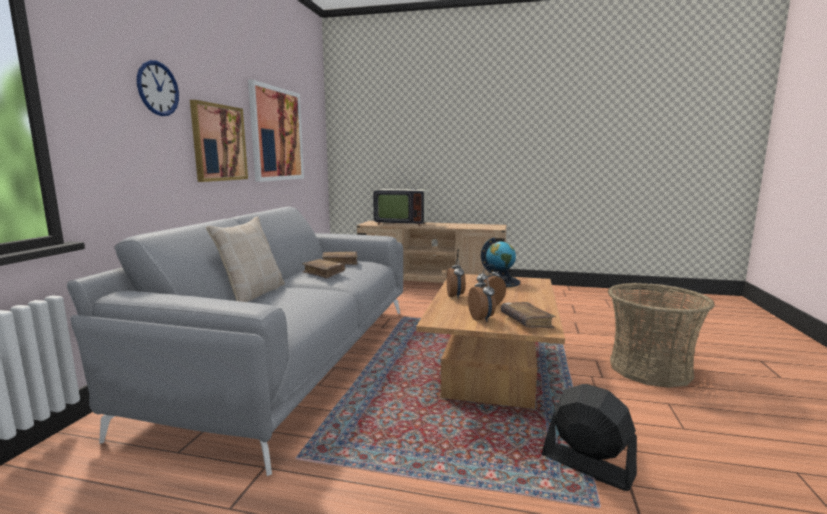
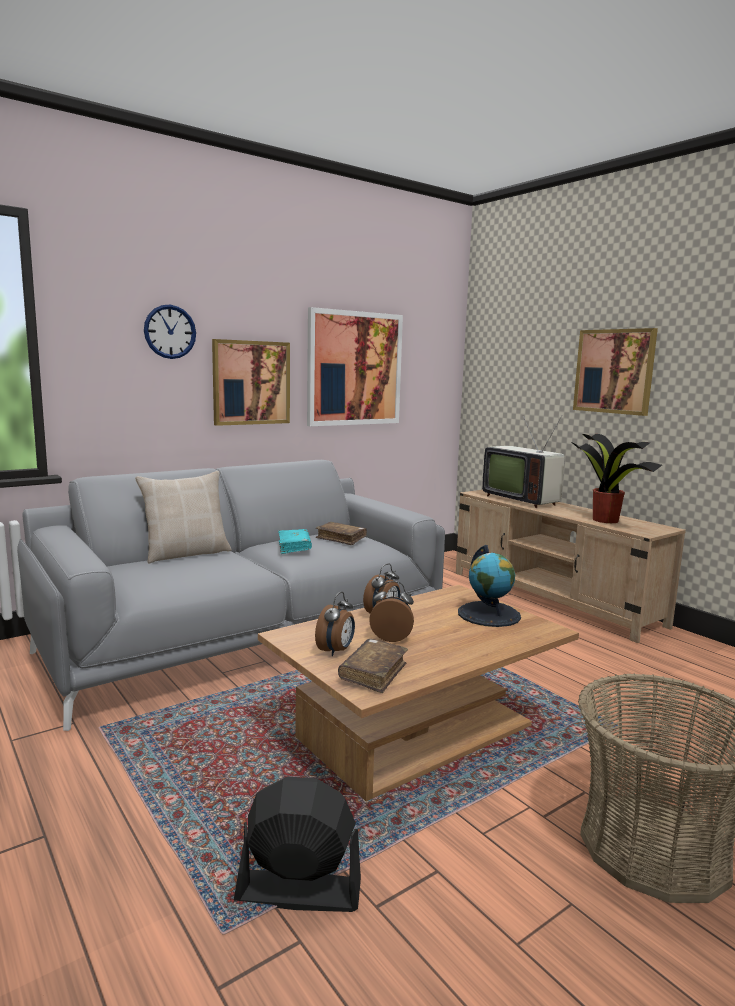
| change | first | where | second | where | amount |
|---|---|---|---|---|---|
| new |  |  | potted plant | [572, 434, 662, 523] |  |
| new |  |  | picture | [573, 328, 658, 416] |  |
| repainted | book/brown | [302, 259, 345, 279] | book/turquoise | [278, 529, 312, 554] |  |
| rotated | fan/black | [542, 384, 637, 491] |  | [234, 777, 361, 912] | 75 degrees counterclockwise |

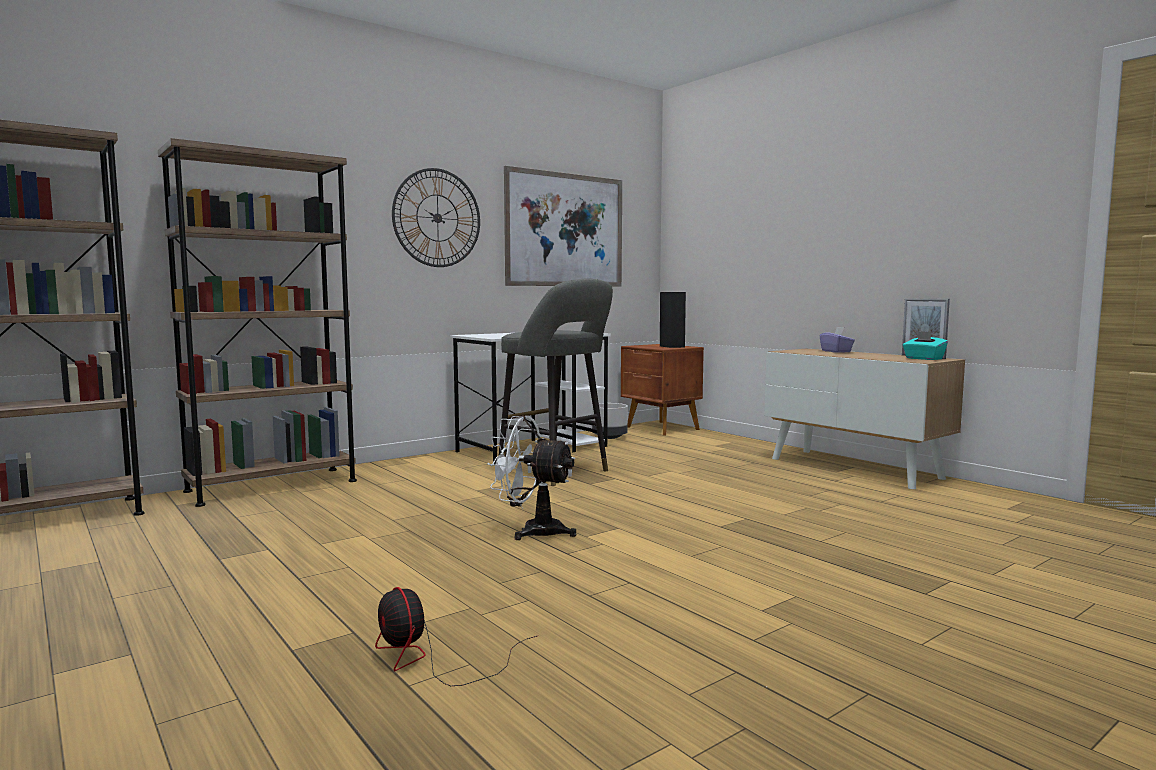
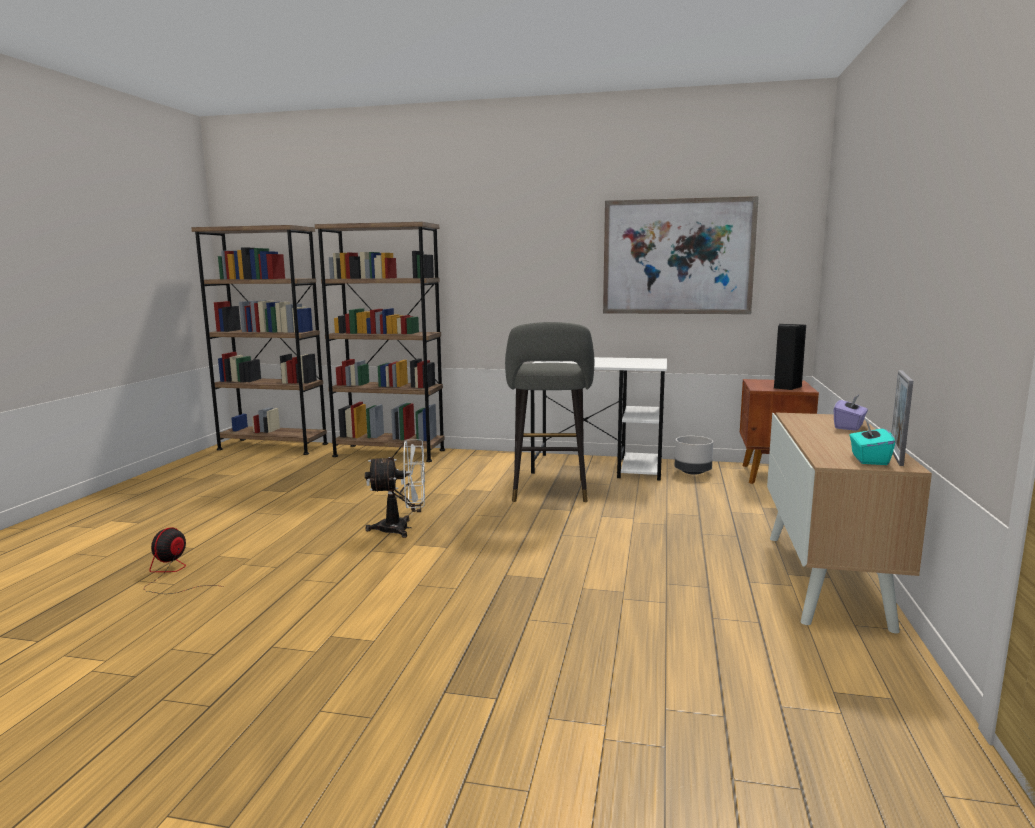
| change | first | where | second | where | amount |
|---|---|---|---|---|---|
| gone | wall clock | [392, 168, 480, 267] |  |  |  |
| rotated | fan/white | [487, 416, 576, 540] |  | [365, 439, 425, 538] | 105 degrees clockwise |

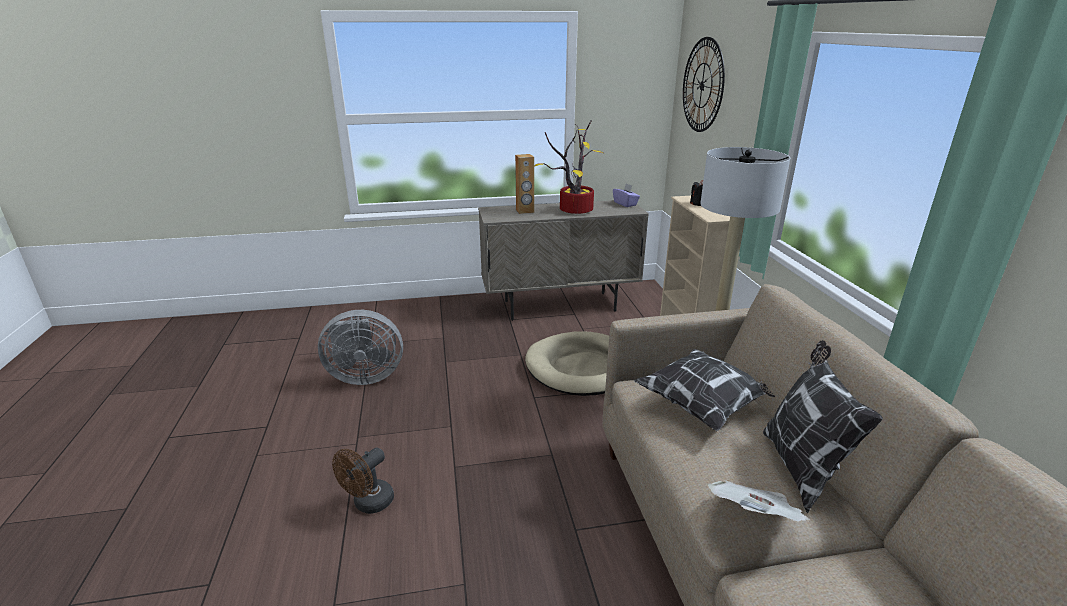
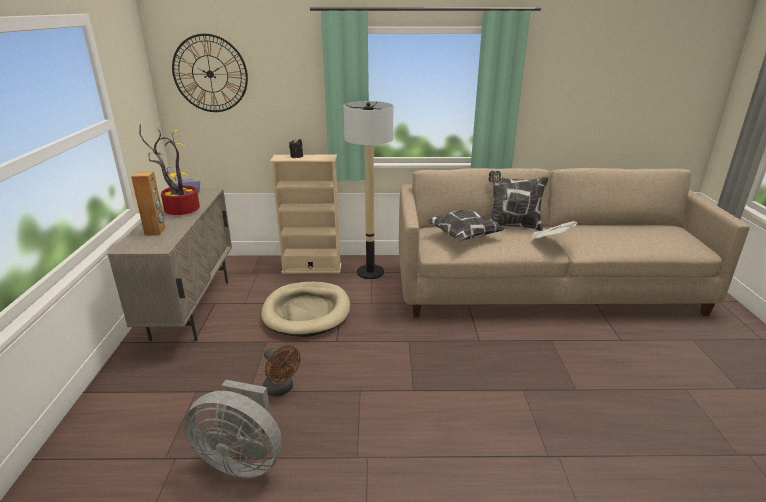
| change | first | where | second | where | amount |
|---|---|---|---|---|---|
| shifted | fan/brown | [332, 447, 394, 514] |  | [263, 345, 300, 397] |  |
| rotated | fan/grey | [318, 310, 403, 385] |  | [184, 380, 282, 478] | 105 degrees clockwise |

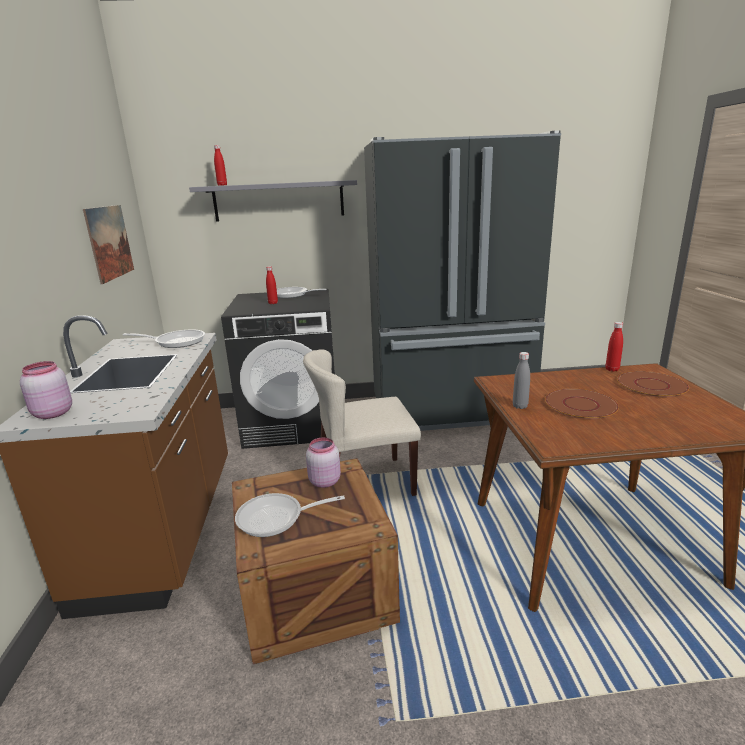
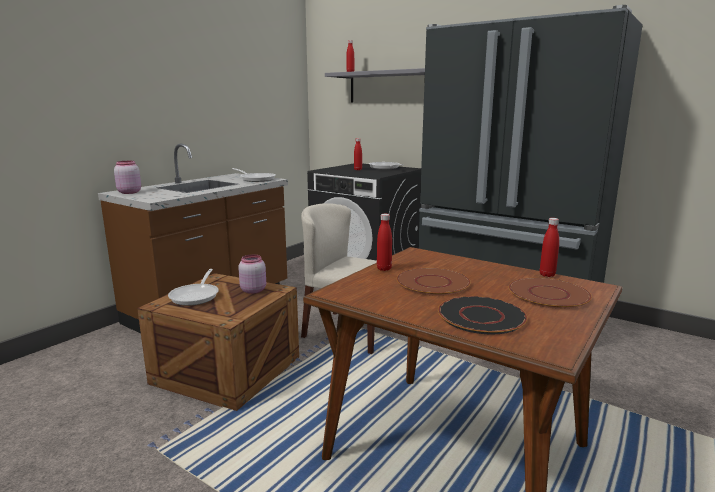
| change | first | where | second | where | amount |
|---|---|---|---|---|---|
| gone | picture | [83, 205, 134, 284] |  |  |  |
| new |  |  | plate/black | [438, 296, 528, 334] |  |
| repainted | bottle/grey | [513, 352, 530, 409] | bottle/red | [377, 214, 392, 271] |  |
| rotated | frying pan | [235, 493, 345, 537] |  | [168, 269, 219, 306] | 120 degrees counterclockwise |

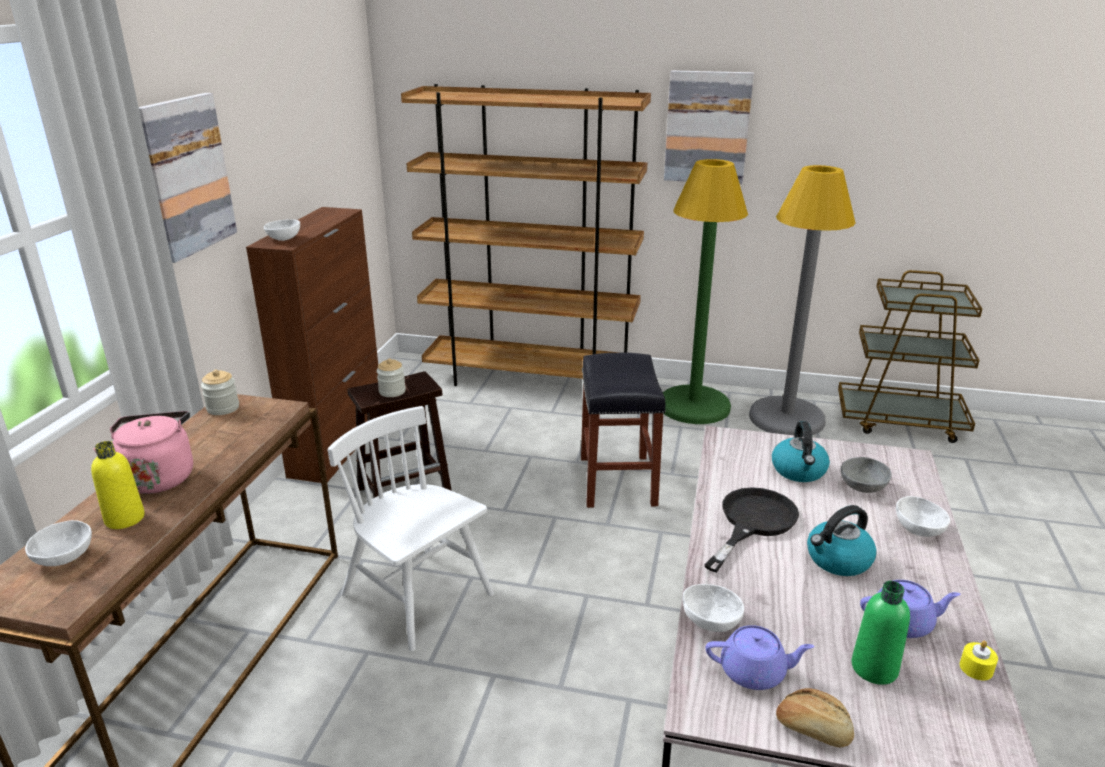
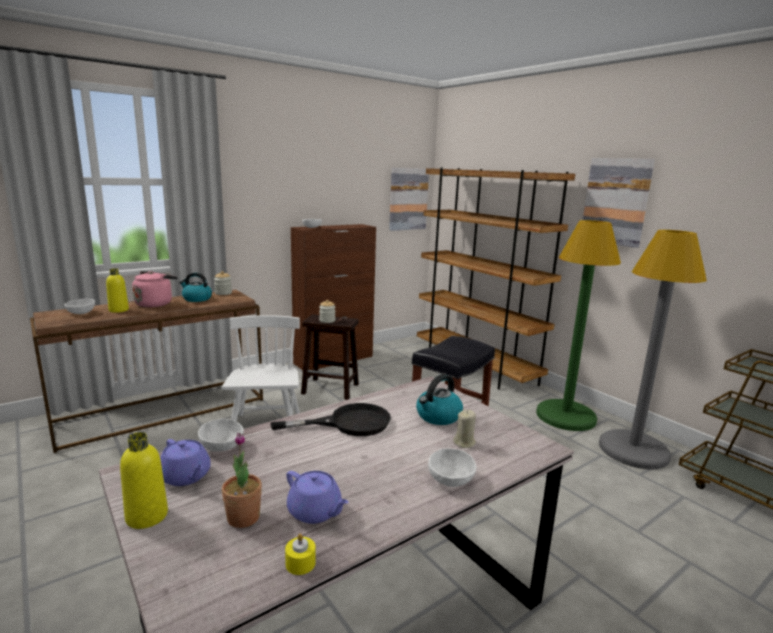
| change | first | where | second | where | amount |
|---|---|---|---|---|---|
| shifted | picture | [139, 93, 237, 263] |  | [389, 168, 429, 231] |  |
| shifted | kettle | [807, 505, 877, 576] |  | [179, 273, 212, 302] |  |
| swapped | bread | [776, 688, 854, 747] | bottle/yellow | [120, 432, 168, 529] |  |
| swapped | bowl/grey | [841, 457, 892, 493] | candle/beige | [453, 410, 476, 448] |  |
| swapped | bottle/green | [852, 581, 910, 685] | potted plant | [222, 433, 262, 528] |  |

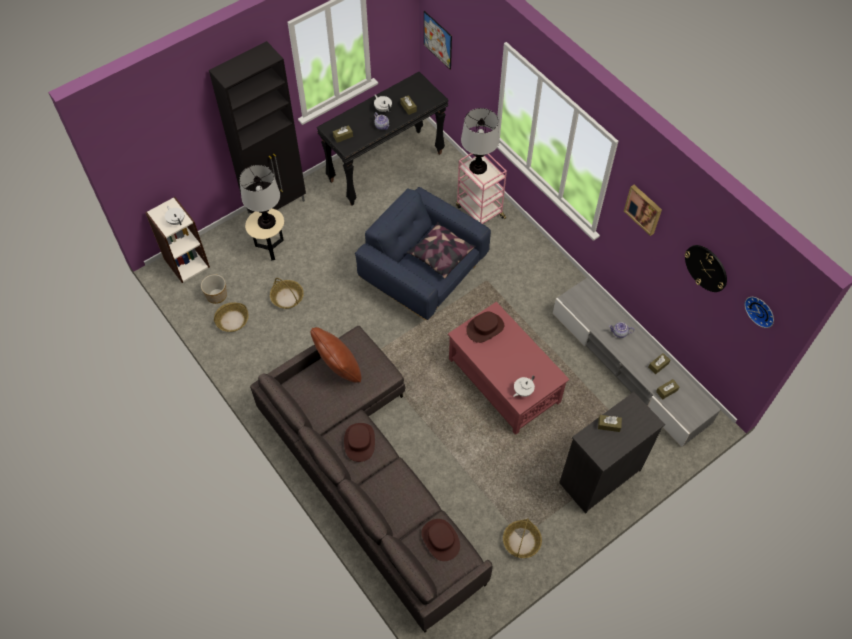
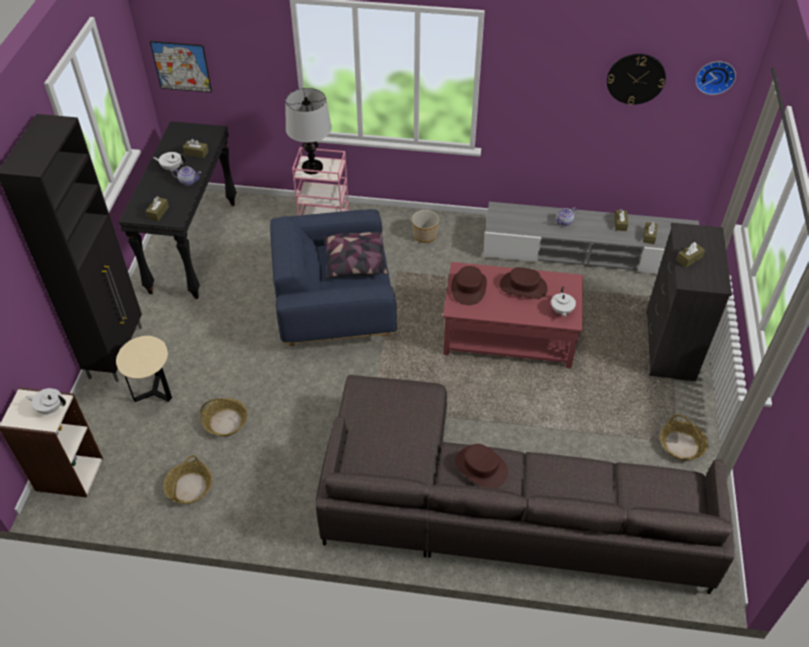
| change | first | where | second | where | amount |
|---|---|---|---|---|---|
| gone | table lamp | [239, 165, 280, 229] |  |  |  |
| gone | pillow/brown | [310, 327, 362, 383] |  |  |  |
| gone | picture | [624, 185, 662, 236] |  |  |  |
| shifted | planter | [201, 275, 227, 304] |  | [412, 210, 439, 243] |  |
| shifted | hat/brown | [421, 519, 460, 561] |  | [500, 267, 548, 299] |  |

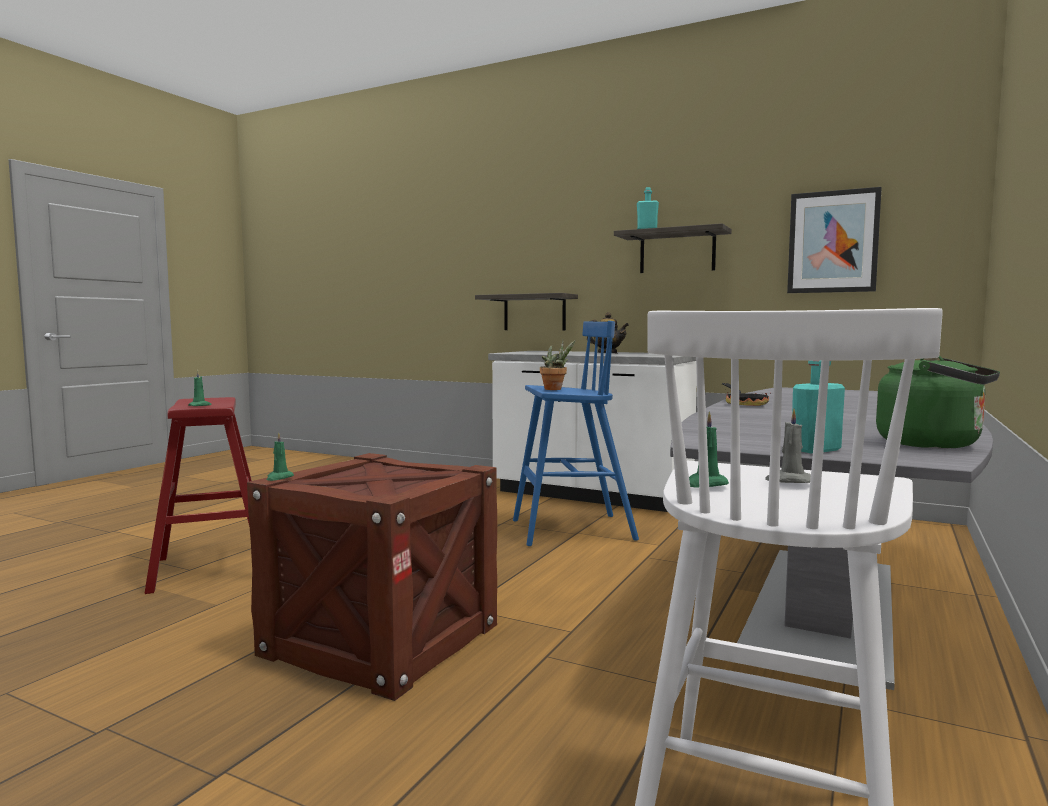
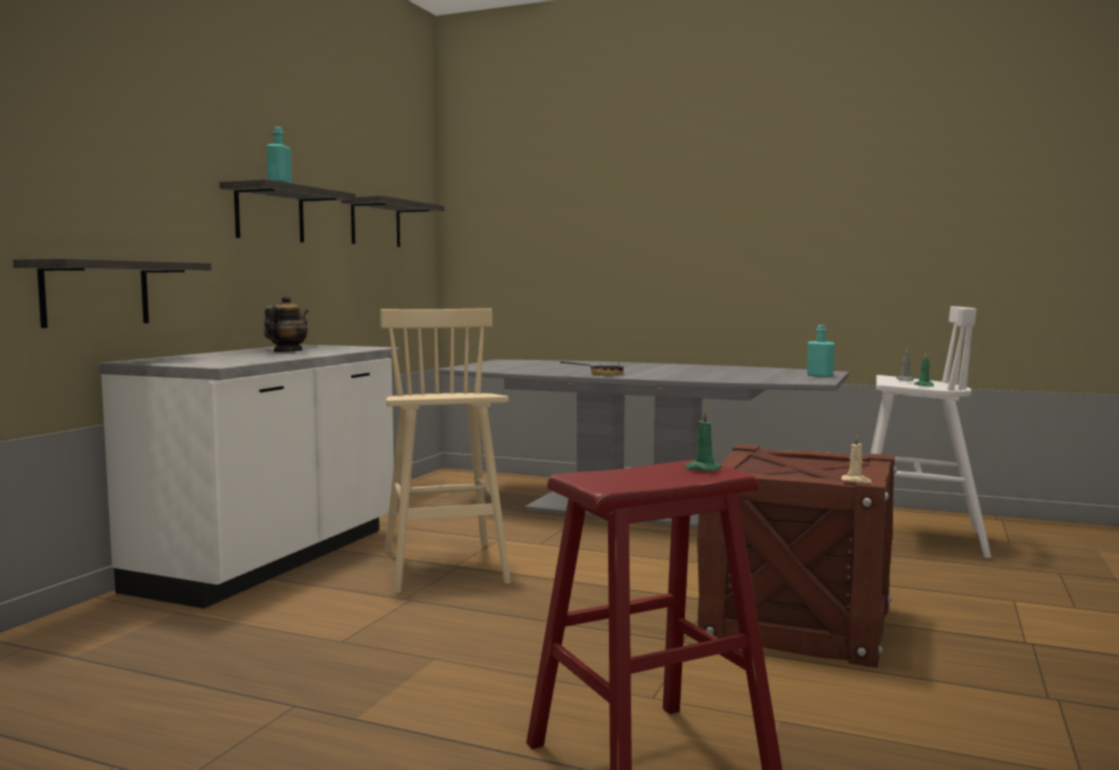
| change | first | where | second | where | amount |
|---|---|---|---|---|---|
| gone | potted plant | [540, 340, 576, 390] |  |  |  |
| gone | kettle/green | [876, 355, 1000, 449] |  |  |  |
| swapped | picture | [787, 187, 882, 293] | shelf | [341, 196, 444, 247] |  |
| repainted | candle/green | [267, 432, 294, 481] | candle/beige | [841, 435, 872, 483] |  |
| repainted | stool/blue | [513, 321, 639, 546] | stool/beige | [380, 308, 511, 593] |  |

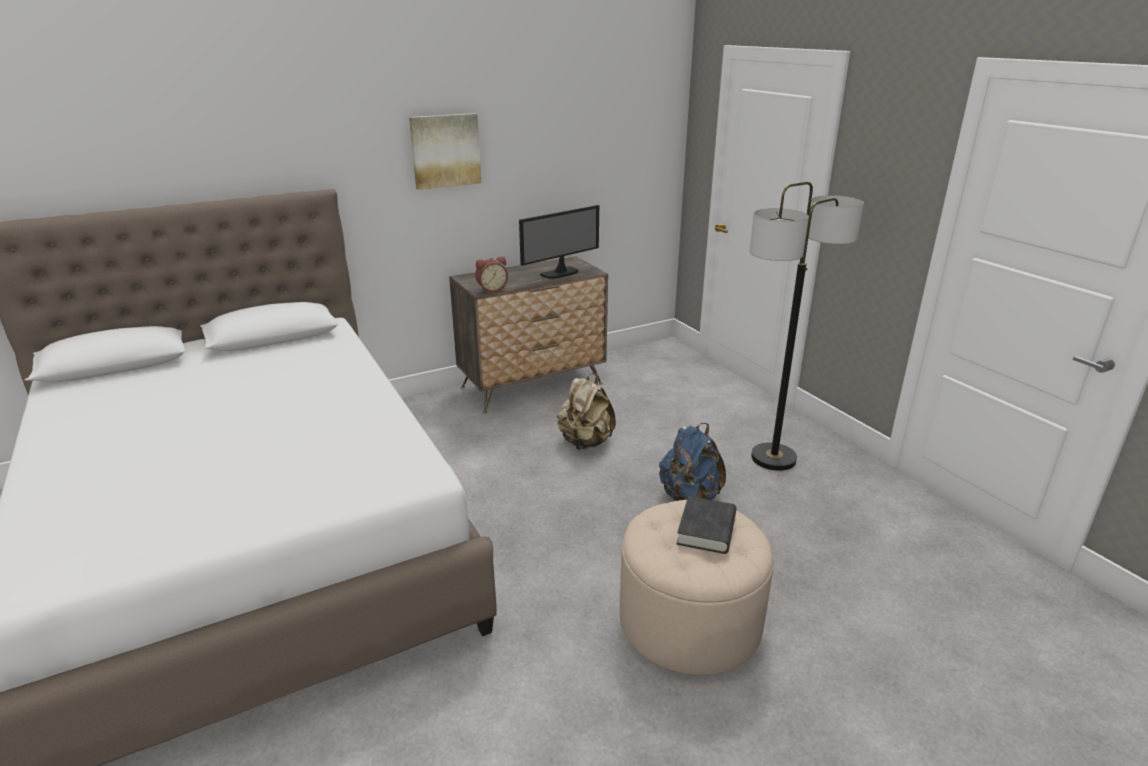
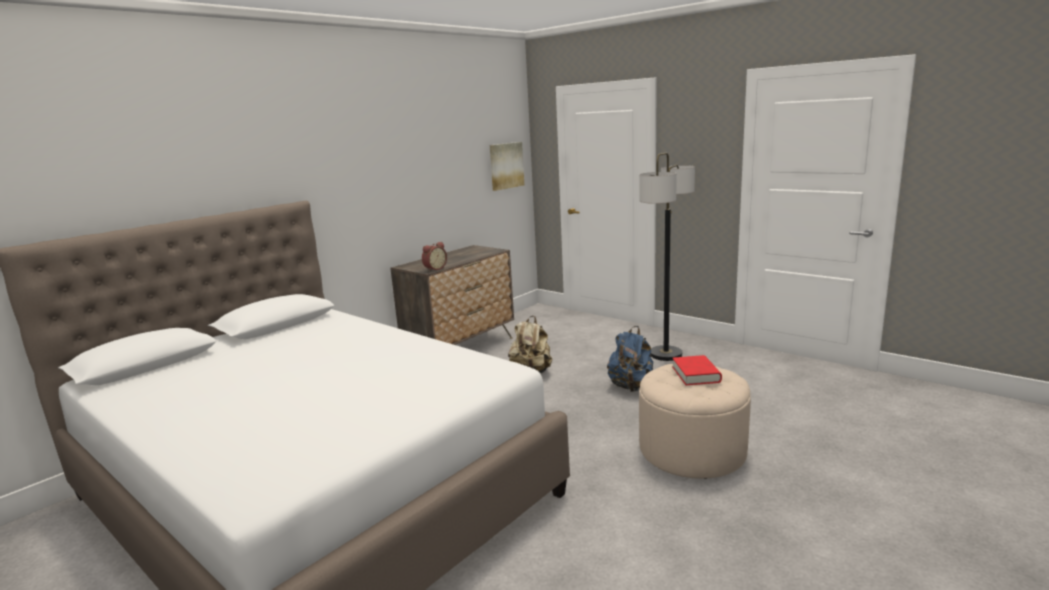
| change | first | where | second | where | amount |
|---|---|---|---|---|---|
| gone | monitor | [519, 205, 599, 279] |  |  |  |
| shifted | picture | [409, 113, 481, 190] |  | [490, 142, 524, 191] |  |
| repainted | book/black | [676, 496, 736, 554] | book/red | [672, 355, 722, 385] |  |

